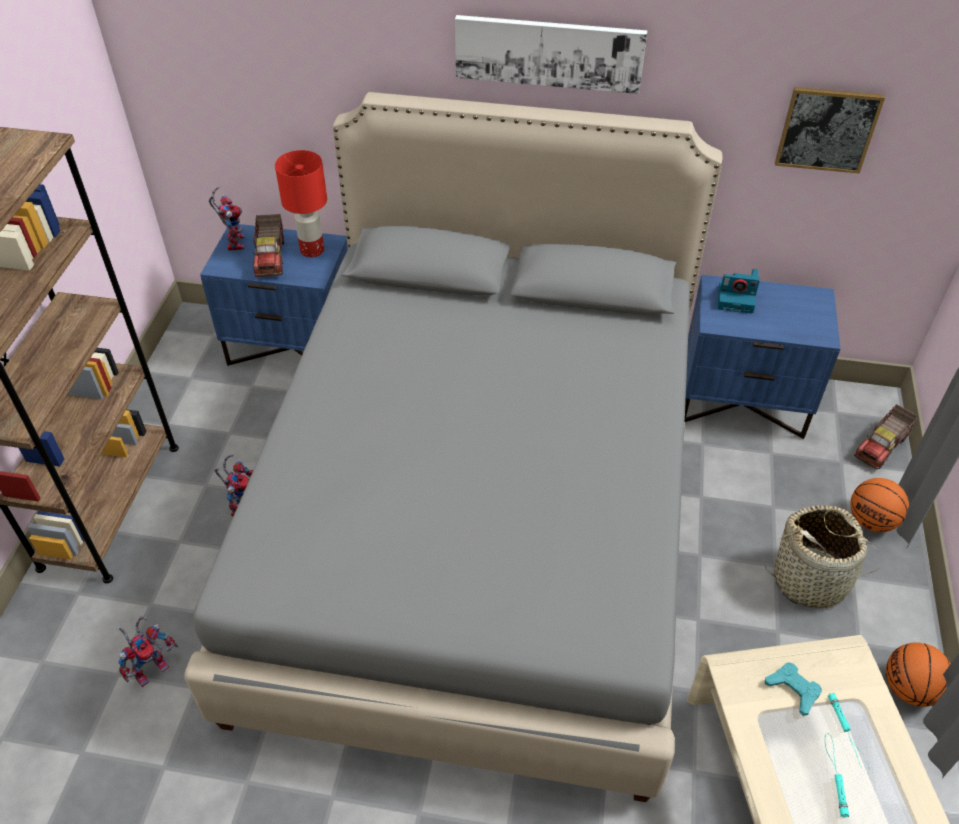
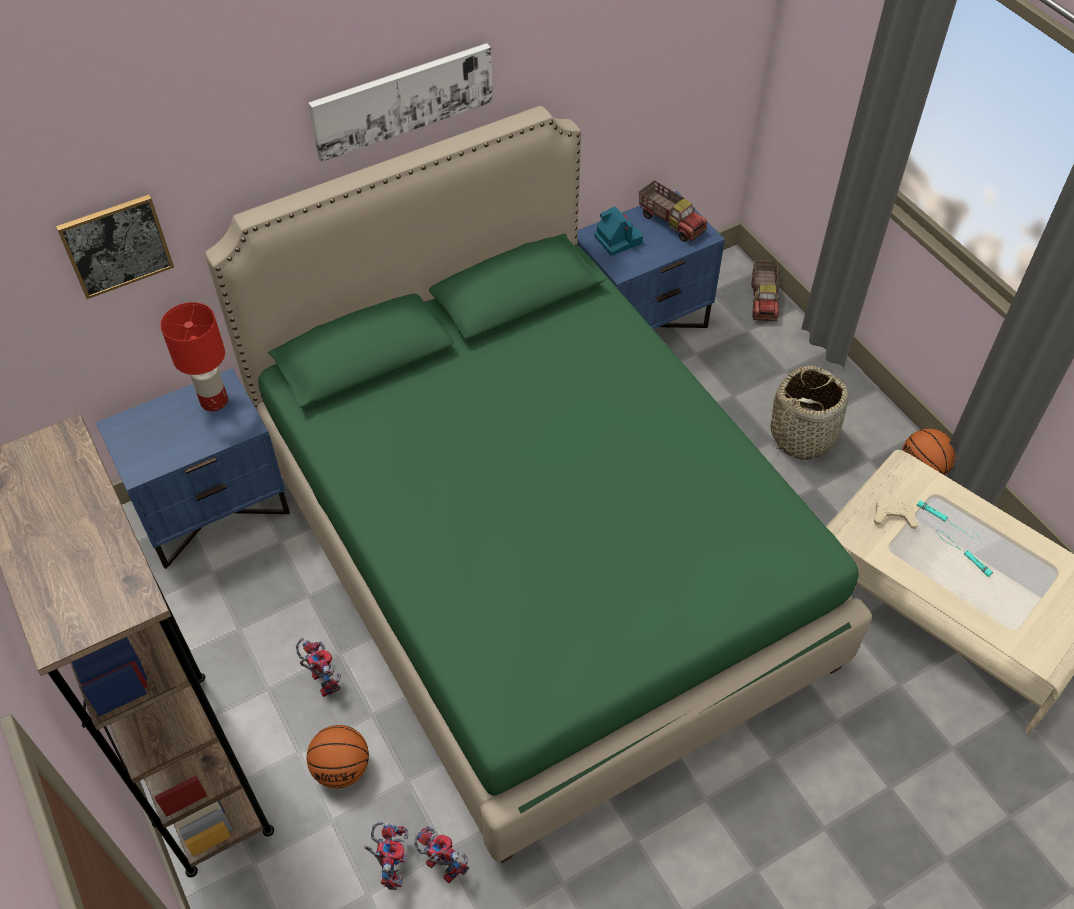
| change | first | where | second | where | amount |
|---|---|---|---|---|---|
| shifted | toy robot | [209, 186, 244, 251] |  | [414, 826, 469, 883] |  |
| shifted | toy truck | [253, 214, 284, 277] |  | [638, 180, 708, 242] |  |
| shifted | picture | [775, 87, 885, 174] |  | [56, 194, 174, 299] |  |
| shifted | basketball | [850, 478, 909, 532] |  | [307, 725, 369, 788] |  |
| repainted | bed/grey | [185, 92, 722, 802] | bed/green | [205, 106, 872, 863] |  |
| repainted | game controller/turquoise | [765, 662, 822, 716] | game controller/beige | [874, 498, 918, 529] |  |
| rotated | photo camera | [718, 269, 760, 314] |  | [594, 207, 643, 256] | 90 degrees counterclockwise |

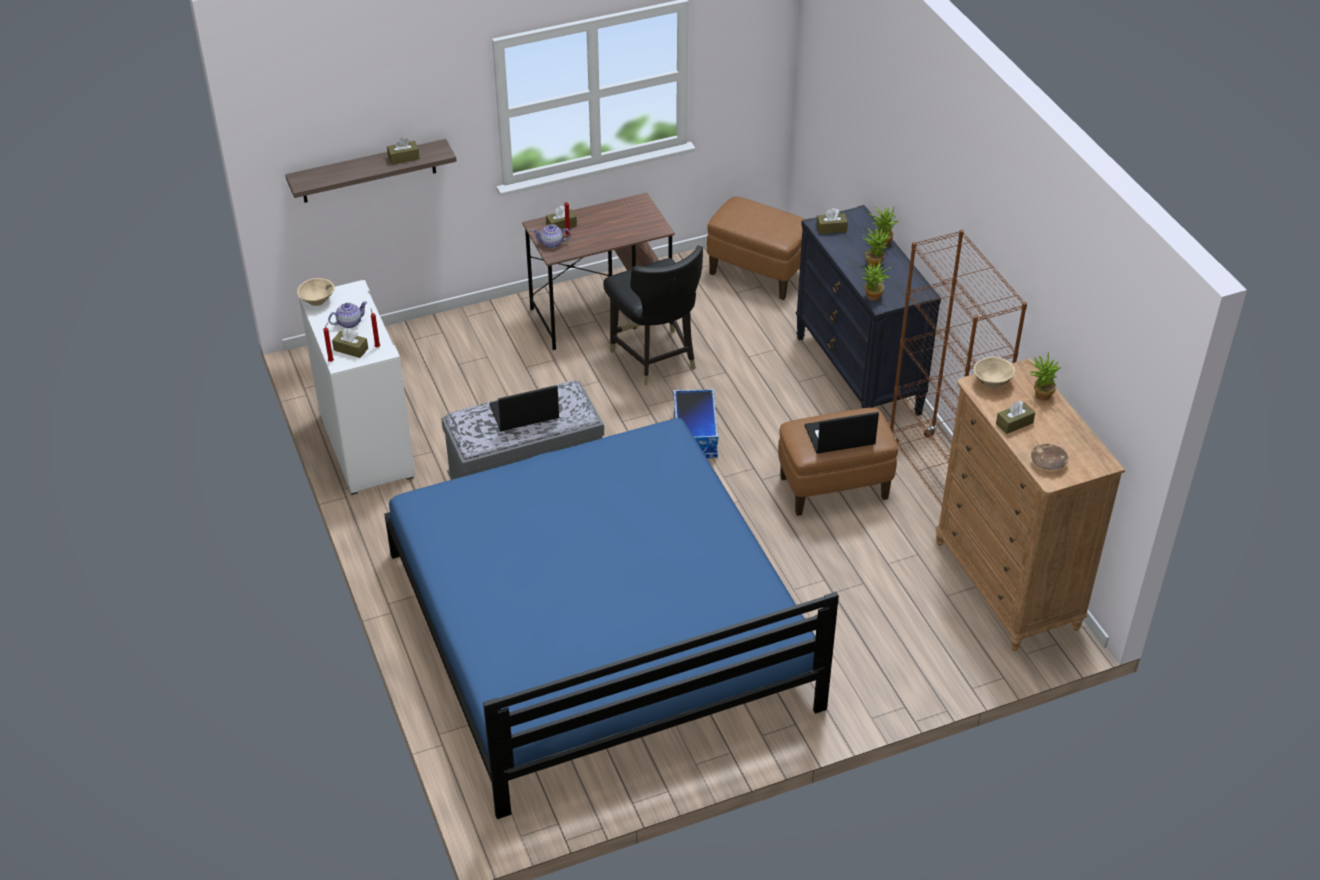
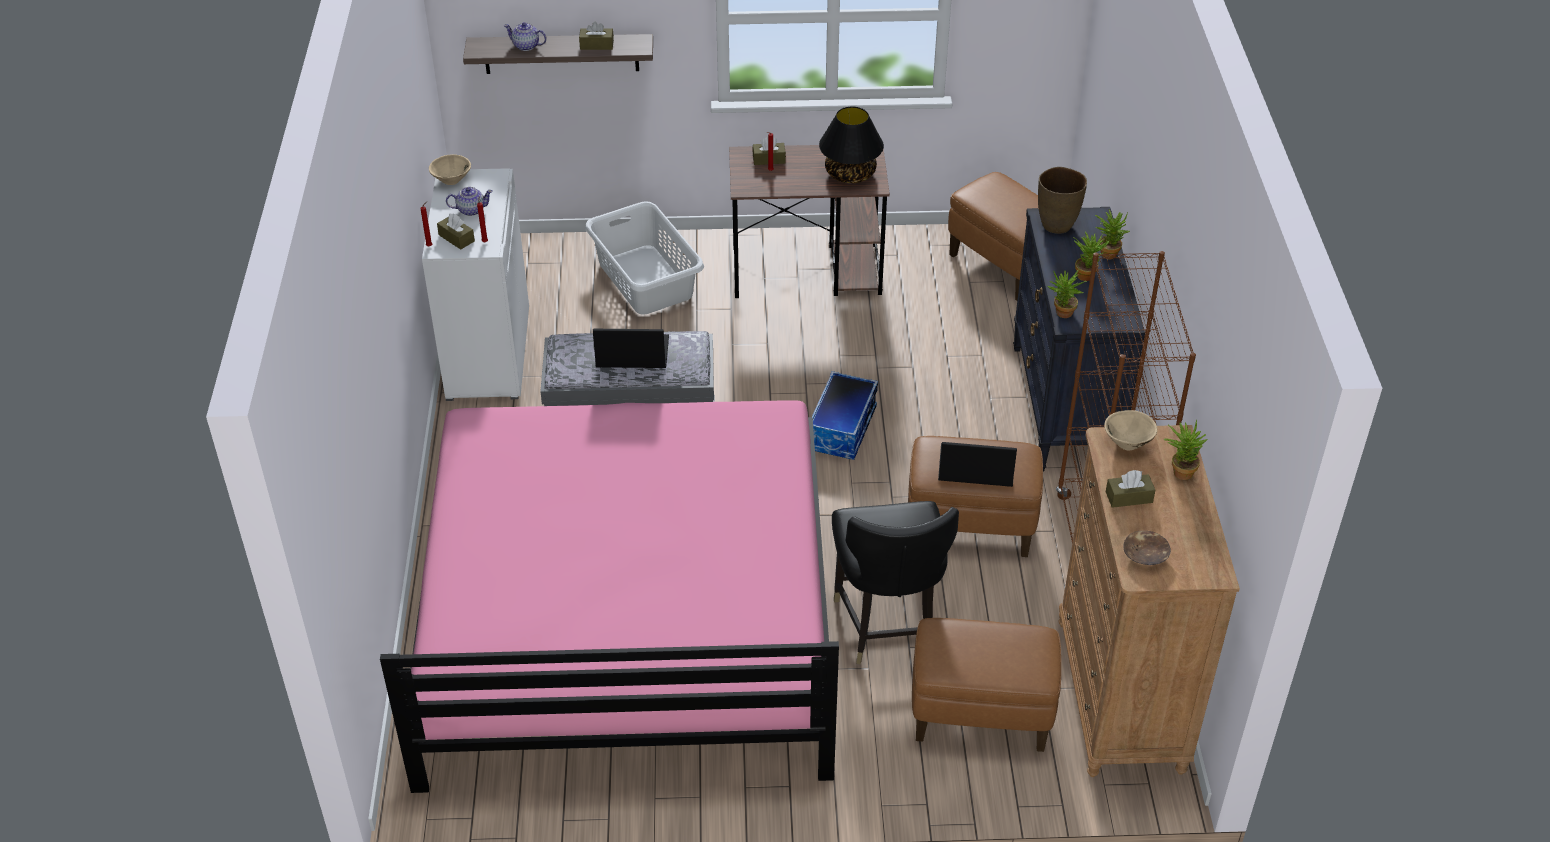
| change | first | where | second | where | amount |
|---|---|---|---|---|---|
| new |  |  | laundry basket/white | [585, 201, 704, 315] |  |
| new |  |  | table lamp/black | [819, 107, 884, 183] |  |
| new |  |  | ottoman/brown | [912, 618, 1061, 752] |  |
| shifted | teapot | [532, 224, 571, 248] |  | [504, 22, 547, 51] |  |
| shifted | chair/black | [603, 246, 703, 385] |  | [832, 501, 959, 664] |  |
| swapped | tissue box/brown | [816, 208, 848, 234] | vase/brown | [1038, 167, 1087, 234] |  |
| repainted | bed/blue | [384, 418, 839, 819] | bed/pink | [380, 401, 839, 793] |  |

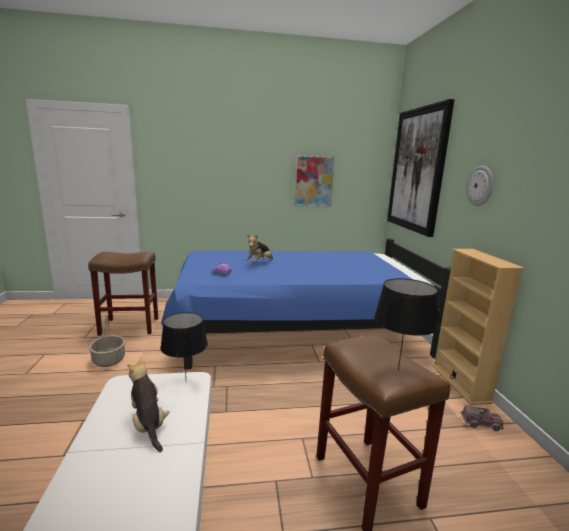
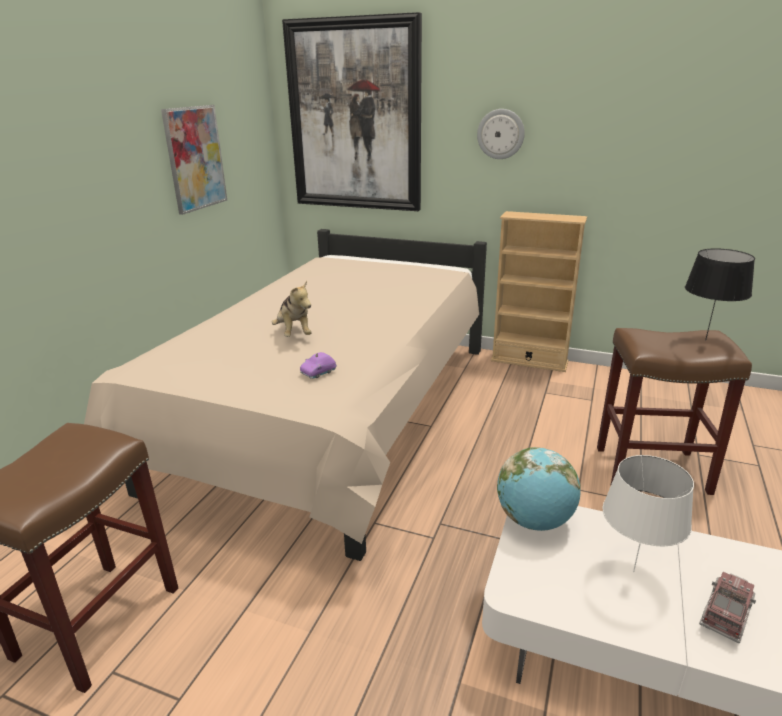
| change | first | where | second | where | amount |
|---|---|---|---|---|---|
| gone | basket | [89, 314, 125, 367] |  |  |  |
| shifted | toy truck | [461, 405, 504, 431] |  | [699, 572, 756, 643] |  |
| swapped | plush toy | [127, 357, 170, 452] | table lamp/white | [602, 455, 694, 572] |  |
| swapped | table lamp/black | [160, 312, 208, 376] | globe | [497, 447, 581, 531] |  |
| repainted | bed/blue | [161, 238, 451, 369] | bed/beige | [84, 229, 487, 561] |  |

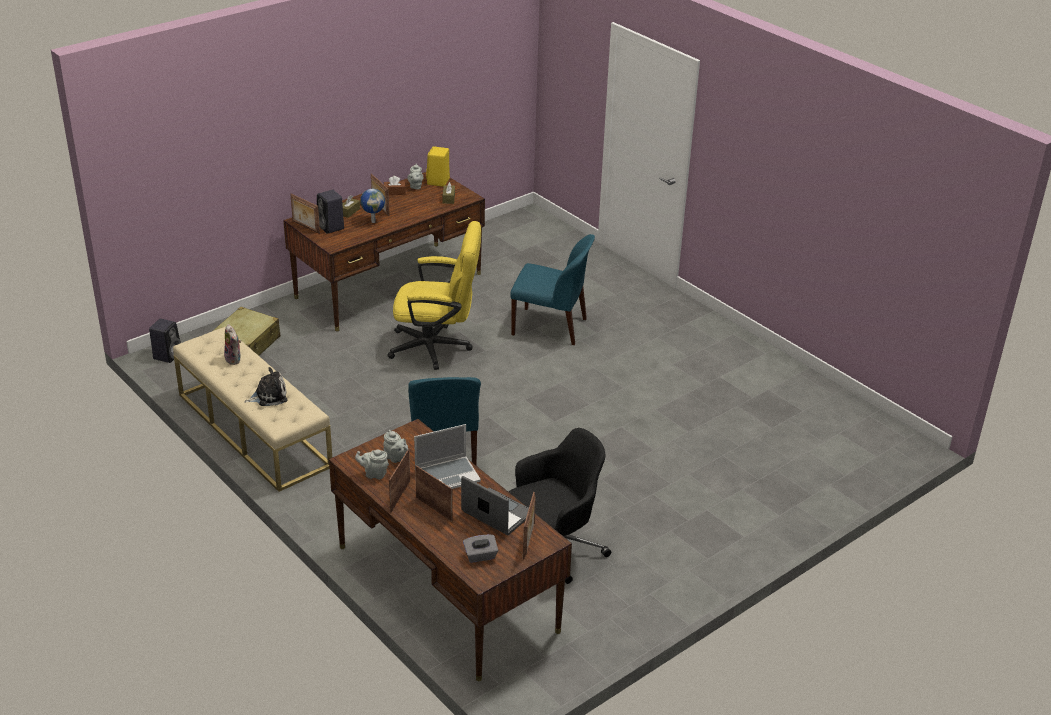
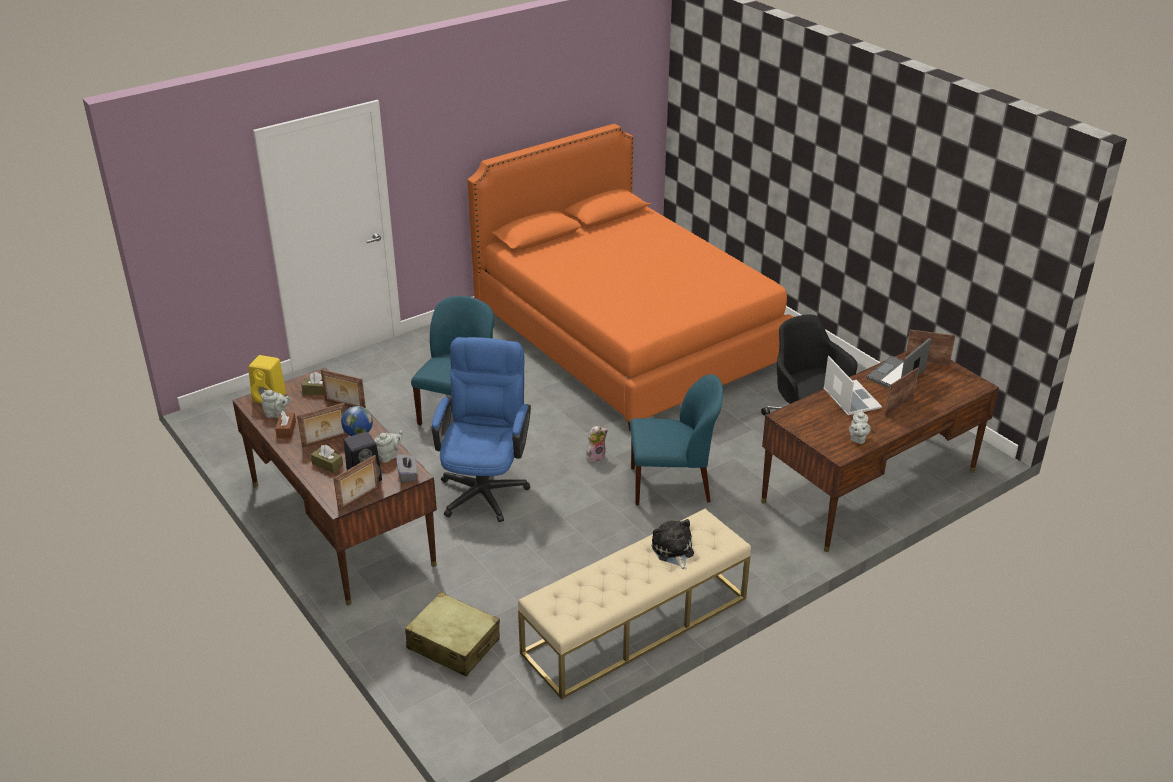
| change | first | where | second | where | amount |
|---|---|---|---|---|---|
| gone | speaker/black | [149, 319, 181, 363] |  |  |  |
| new |  |  | bed/orange | [467, 124, 794, 432] |  |
| shifted | plush toy | [224, 324, 241, 365] |  | [586, 425, 608, 463] |  |
| shifted | teapot/grey | [383, 430, 408, 463] |  | [374, 430, 403, 463] |  |
| shifted | picture frame | [389, 449, 410, 512] |  | [321, 369, 366, 408] |  |
| shifted | tissue box/grey | [463, 534, 498, 563] |  | [396, 454, 417, 482] |  |
| repainted | office chair/yellow | [387, 221, 481, 370] | office chair/blue | [432, 337, 531, 522] |  |

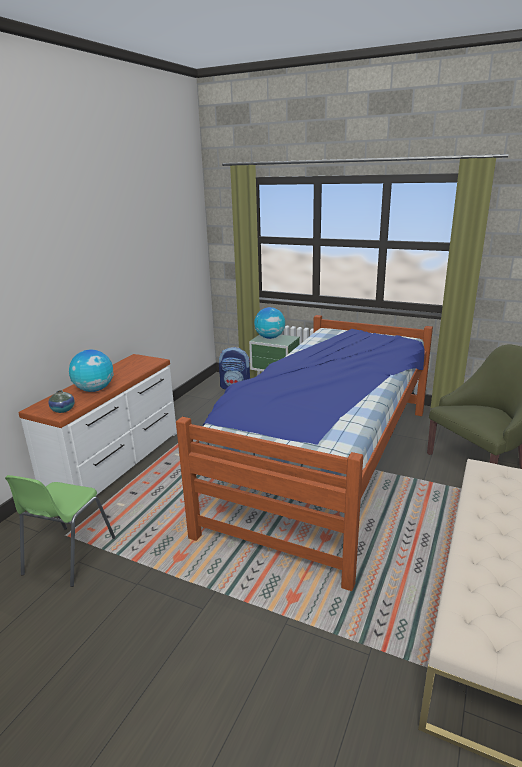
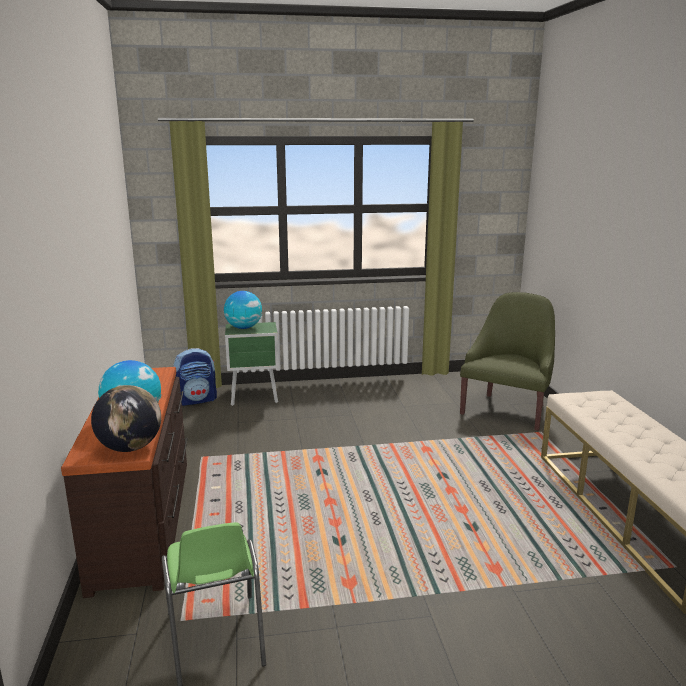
| change | first | where | second | where | amount |
|---|---|---|---|---|---|
| gone | bed | [176, 315, 433, 591] |  |  |  |
| swapped | vase | [48, 390, 75, 413] | globe | [91, 385, 161, 452] |  |
| repainted | dresser/white | [18, 354, 177, 495] | dresser/brown | [61, 367, 188, 598] |  |

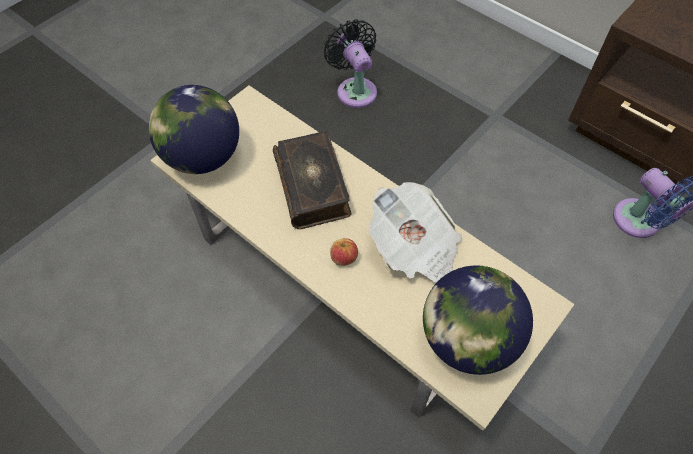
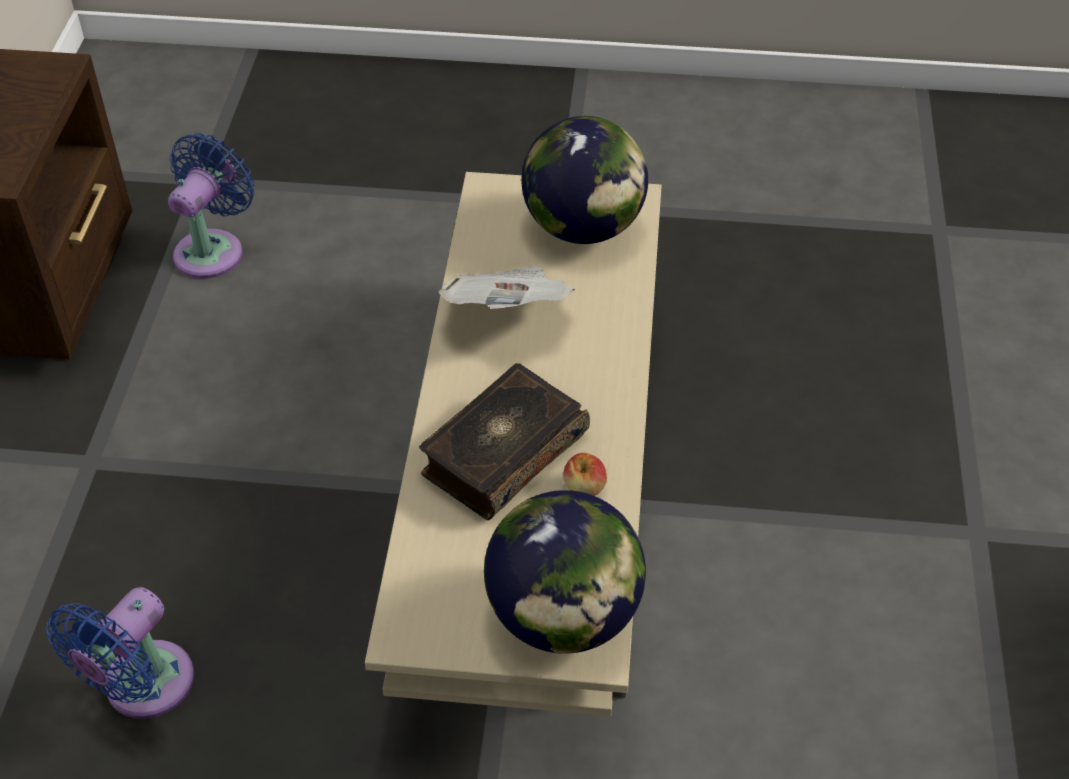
| change | first | where | second | where | amount |
|---|---|---|---|---|---|
| shifted | apple | [330, 238, 358, 266] |  | [563, 453, 607, 496] |  |
| repainted | fan/black | [324, 19, 377, 108] | fan/blue | [46, 587, 194, 719] |  |

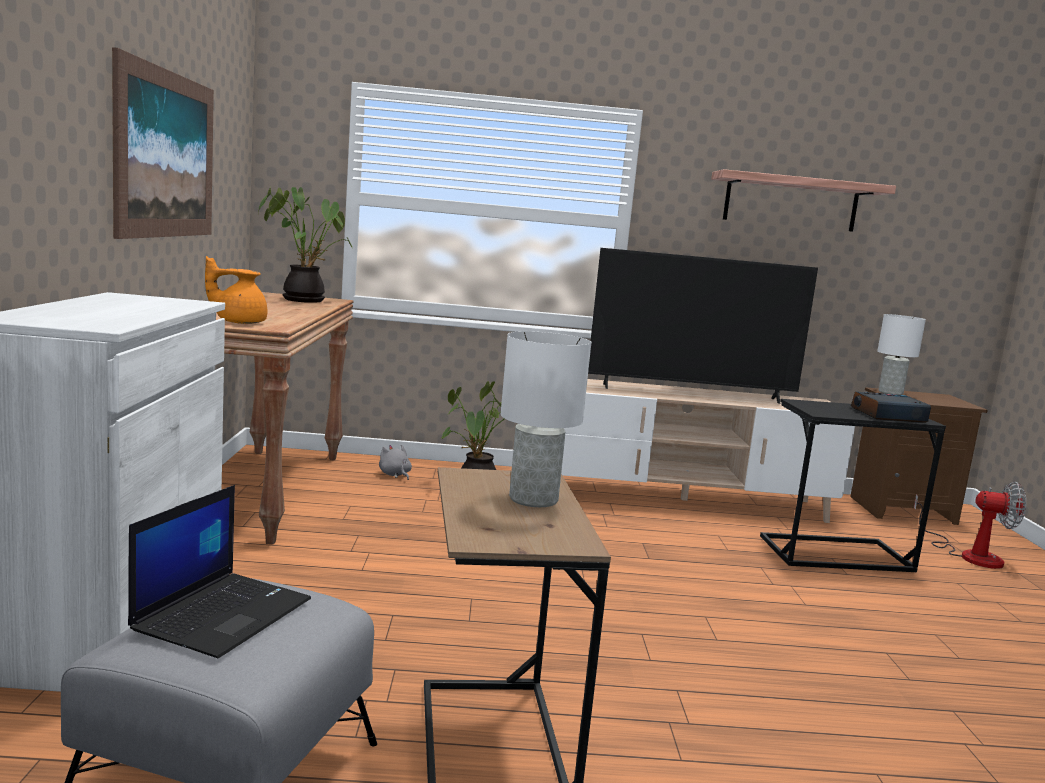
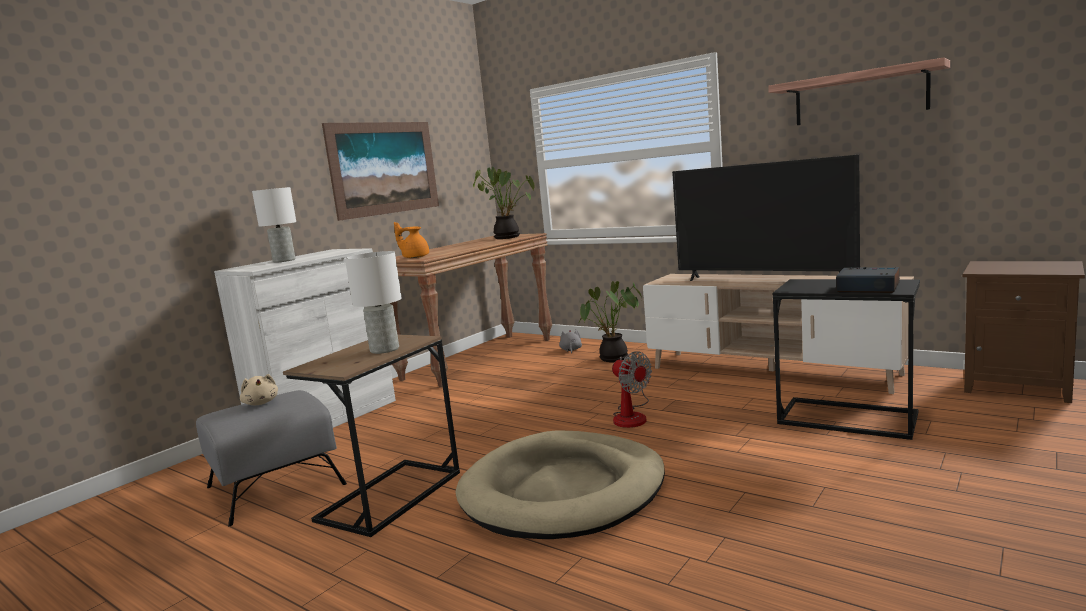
| change | first | where | second | where | amount |
|---|---|---|---|---|---|
| new |  |  | dog bed/beige | [455, 430, 665, 539] |  |
| shifted | table lamp/white | [877, 314, 926, 395] |  | [252, 187, 296, 263] |  |
| shifted | fan | [914, 482, 1026, 569] |  | [612, 351, 652, 428] |  |
| swapped | laptop | [128, 485, 311, 658] | plush toy/beige | [240, 374, 278, 405] |  |

